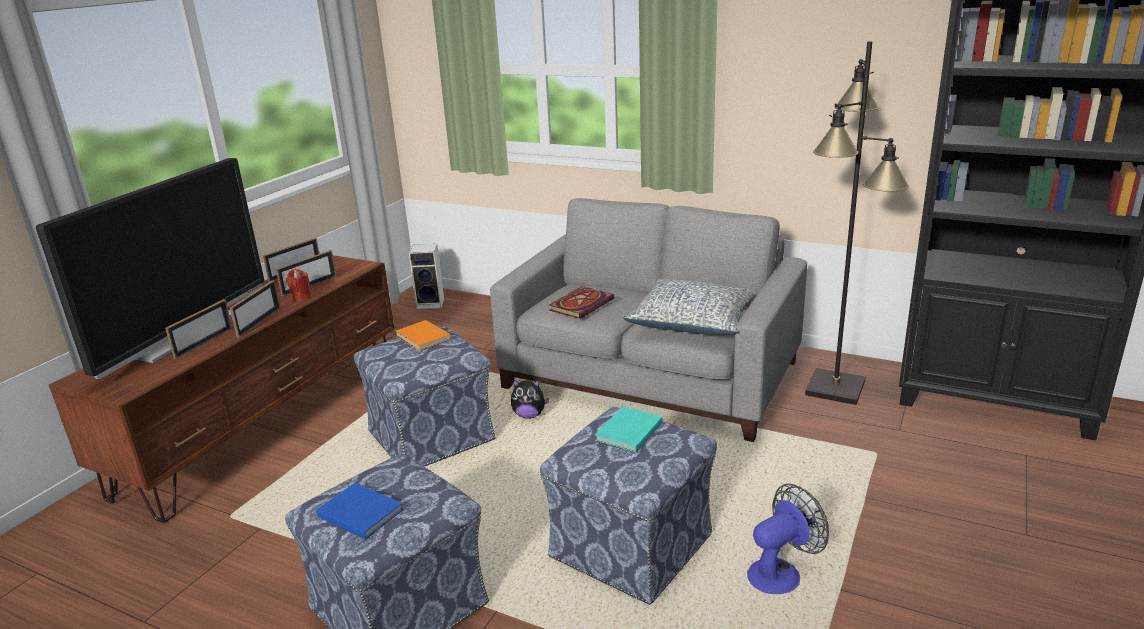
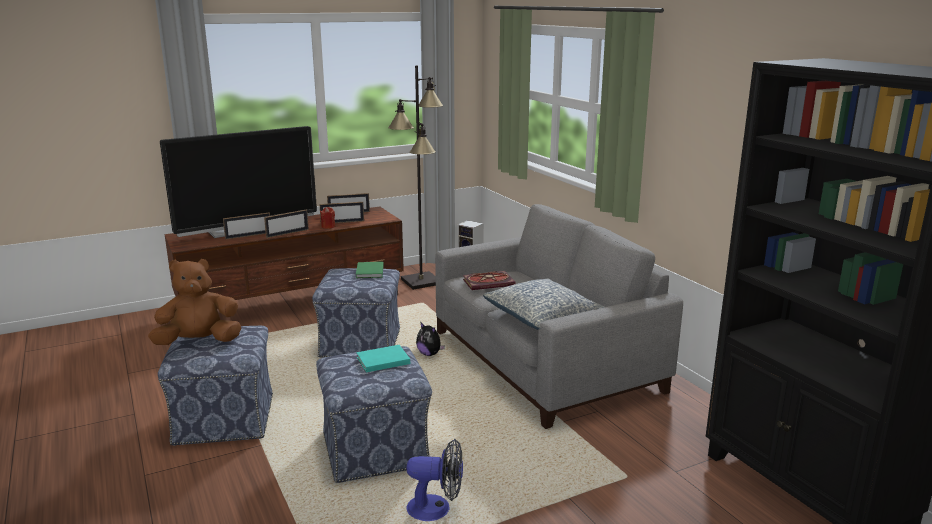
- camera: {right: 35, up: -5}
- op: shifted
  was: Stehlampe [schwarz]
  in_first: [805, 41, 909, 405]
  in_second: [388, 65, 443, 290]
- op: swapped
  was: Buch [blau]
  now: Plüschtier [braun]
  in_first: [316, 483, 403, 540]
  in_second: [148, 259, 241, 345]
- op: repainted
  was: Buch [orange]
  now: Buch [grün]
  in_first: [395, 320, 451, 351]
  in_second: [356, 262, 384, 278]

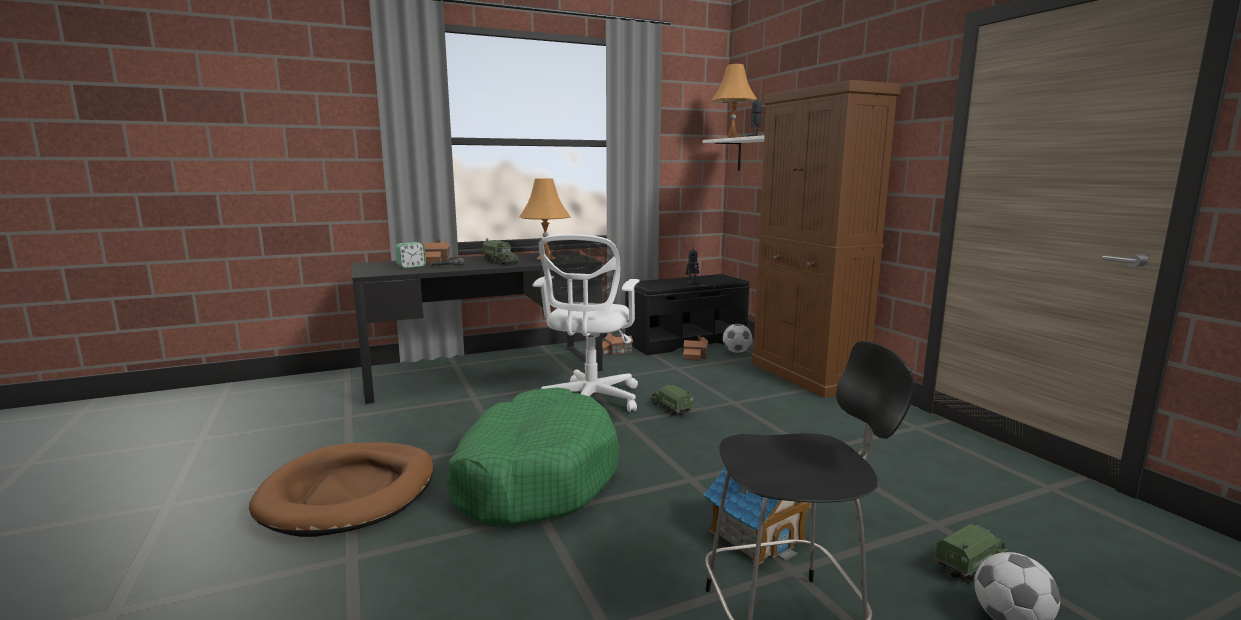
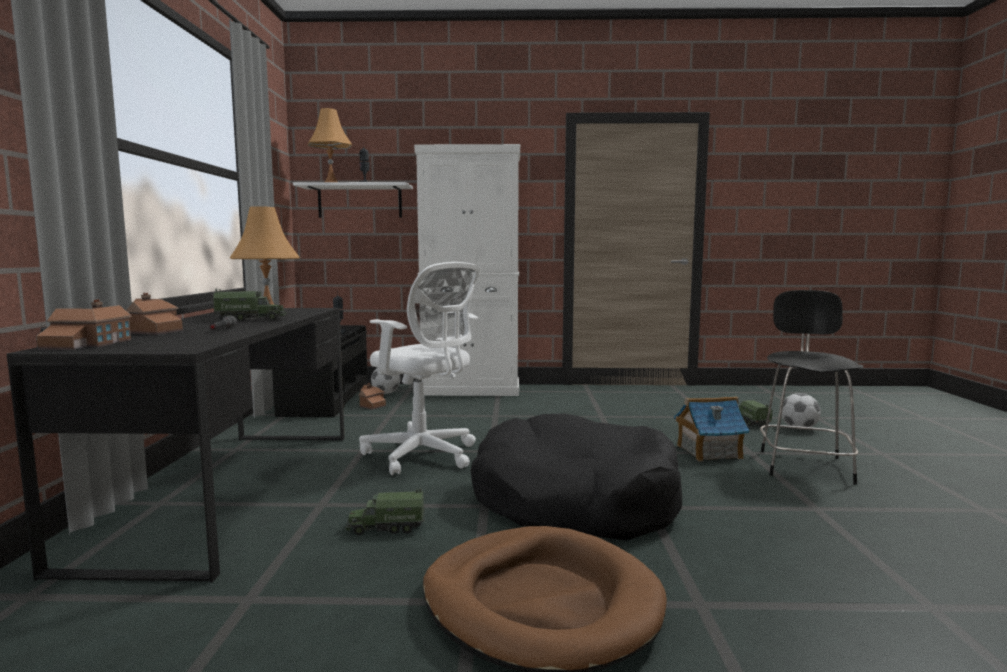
- camera: {right: -65, up: -5}
- op: gone
  was: Wecker
  in_first: [395, 242, 426, 268]
- op: shifted
  was: Spielzeughaus
  in_first: [602, 332, 633, 355]
  in_second: [36, 299, 132, 350]
- op: shifted
  was: Spielzeuglaster
  in_first: [650, 385, 694, 416]
  in_second: [345, 487, 425, 535]
- op: repainted
  was: Hundebett [grün]
  now: Hundebett [schwarz]
  in_first: [446, 387, 619, 527]
  in_second: [471, 413, 682, 541]
- op: repainted
  was: Schrank [braun]
  now: Schrank [weiß]
  in_first: [751, 80, 901, 398]
  in_second: [414, 144, 520, 396]

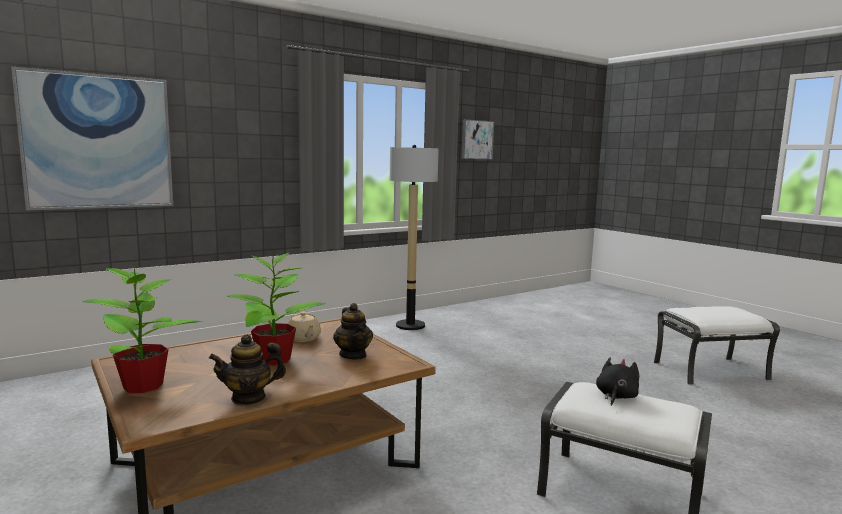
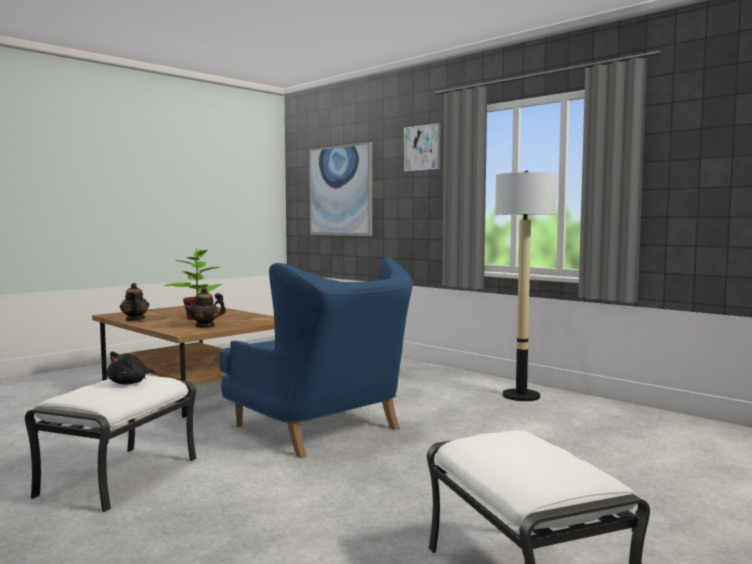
- camera: {right: 80, up: -5}
- op: gone
  was: Topfpflanze
  in_first: [82, 263, 202, 393]
- op: gone
  was: Teekanne [beige]
  in_first: [287, 312, 321, 342]
- op: new
  now: Sessel [blau]
  in_second: [219, 257, 413, 458]
- op: shifted
  was: Bild
  in_first: [461, 119, 494, 159]
  in_second: [404, 123, 441, 172]
- op: rotated
  was: Plüschtier [schwarz]
  in_first: [596, 358, 639, 406]
  in_second: [107, 351, 155, 384]
  clockwise: 105

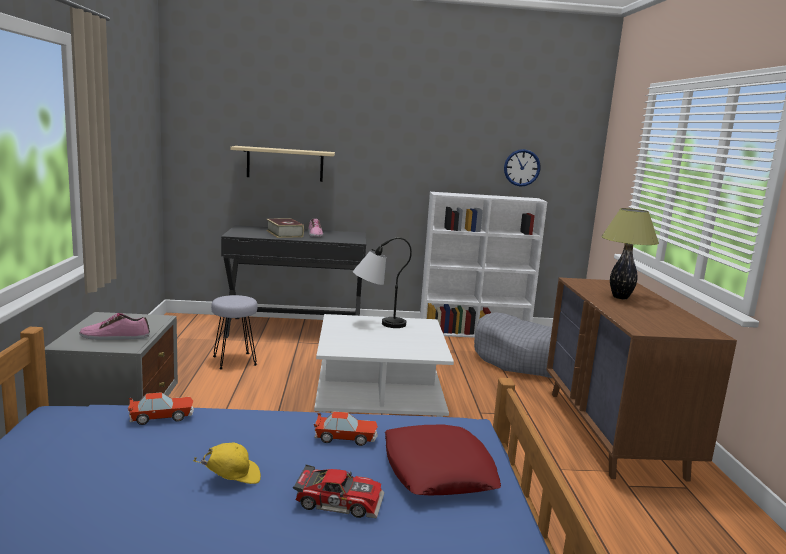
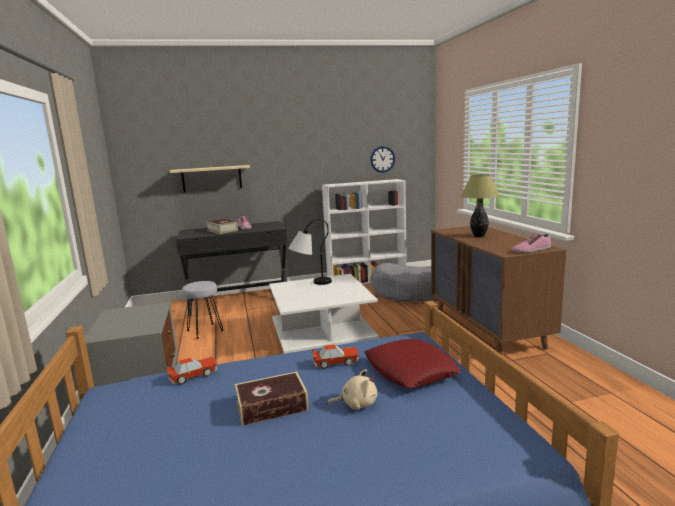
- camera: {right: -10, up: 0}
- op: shifted
  was: Schuh
  in_first: [80, 313, 150, 340]
  in_second: [512, 233, 551, 253]
- op: swapped
  was: Kappe [gelb]
  now: Buch
  in_first: [193, 442, 261, 484]
  in_second: [235, 372, 309, 426]
- op: swapped
  was: Spielzeugauto
  now: Plüschtier [beige]
  in_first: [293, 464, 385, 518]
  in_second: [327, 369, 377, 410]

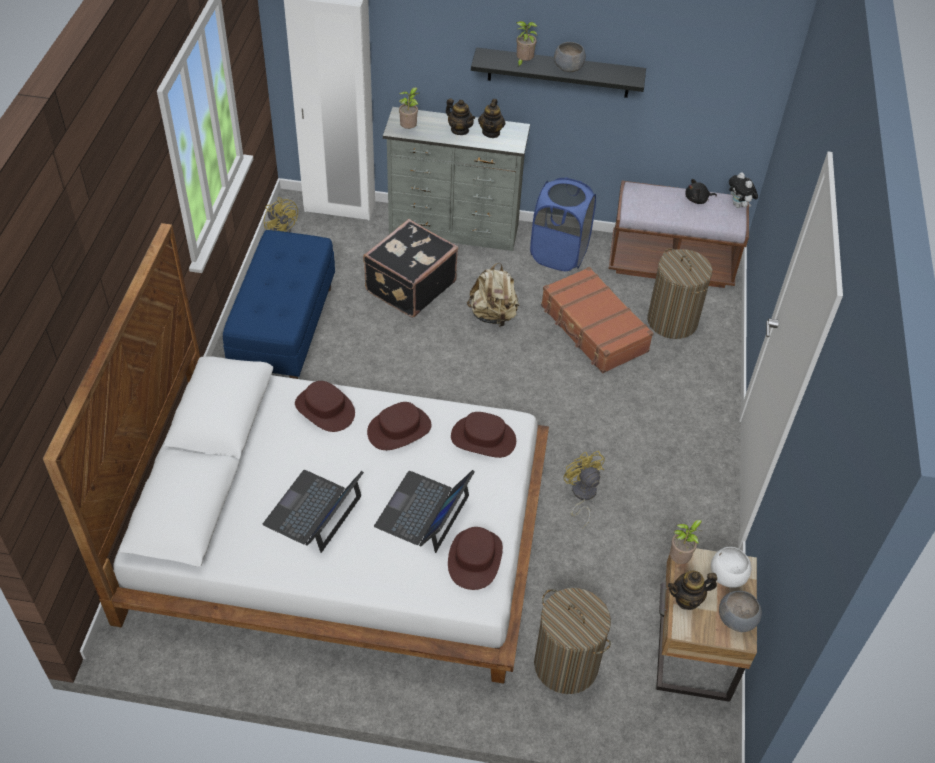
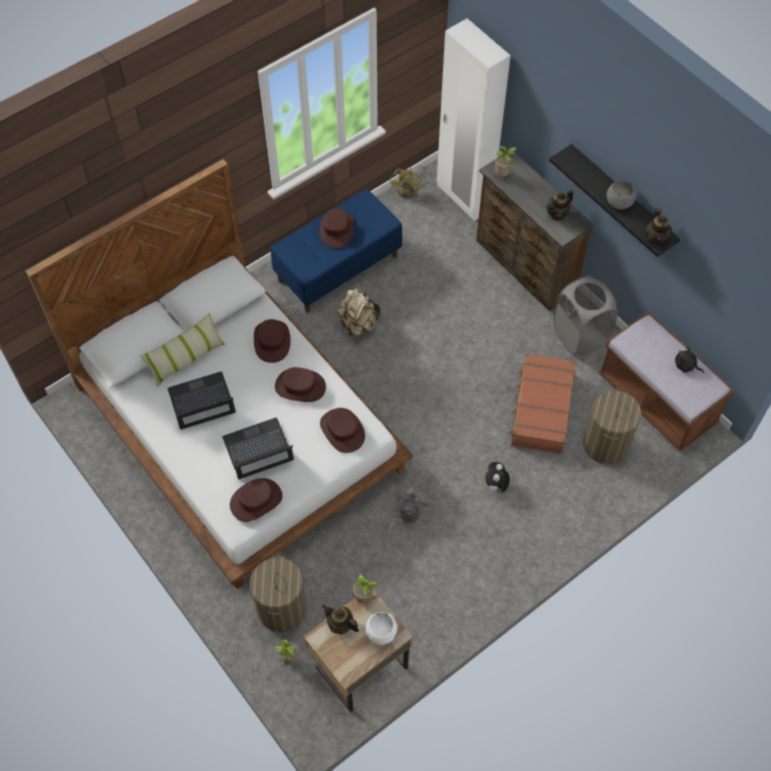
- camera: {right: 45, up: 10}
- op: gone
  was: Koffer [schwarz]
  in_first: [363, 219, 458, 318]
- op: gone
  was: Schüssel [grau]
  in_first: [719, 591, 762, 632]
- op: new
  now: Kissen
  in_second: [140, 314, 225, 387]
- op: new
  now: Hut [braun]
  in_second: [320, 208, 354, 248]
- op: shifted
  was: Teekanne
  in_first: [446, 98, 475, 135]
  in_second: [645, 208, 672, 245]
- op: shifted
  was: Rucksack [beige]
  in_first: [467, 263, 519, 326]
  in_second: [337, 289, 381, 336]
- op: shifted
  was: Topfpflanze
  in_first: [516, 21, 538, 68]
  in_second: [274, 639, 299, 665]
- op: shifted
  was: Plüschtier
  in_first: [729, 172, 758, 208]
  in_second: [485, 462, 510, 492]
- op: repainted
  was: Kommode [grau]
  now: Kommode [braun]
  in_first: [383, 107, 530, 251]
  in_second: [476, 153, 594, 311]
- op: repainted
  was: Wäschekorb [blau]
  now: Wäschekorb [grau]
  in_first: [530, 177, 596, 271]
  in_second: [553, 276, 618, 357]
- op: repainted
  was: Ventilator [gelb]
  now: Ventilator [grau]
  in_first: [563, 451, 605, 529]
  in_second: [381, 488, 430, 537]

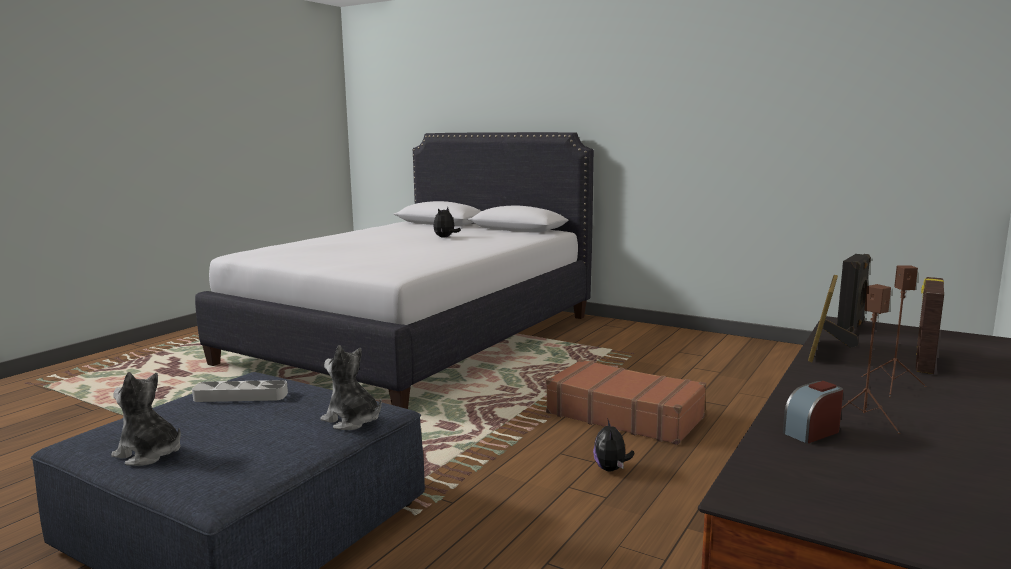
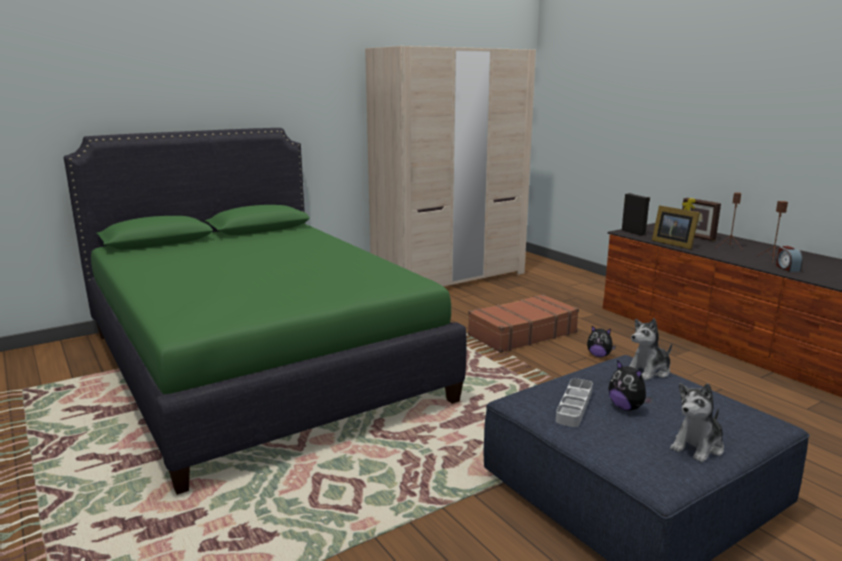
- camera: {right: -65, up: 5}
- op: new
  now: Kleiderschrank [beige]
  in_second: [365, 46, 536, 287]
- op: shifted
  was: Plüschtier
  in_first: [433, 207, 461, 238]
  in_second: [609, 360, 653, 411]
- op: repainted
  was: Bett [weiß]
  now: Bett [grün]
  in_first: [195, 132, 594, 409]
  in_second: [63, 128, 467, 495]

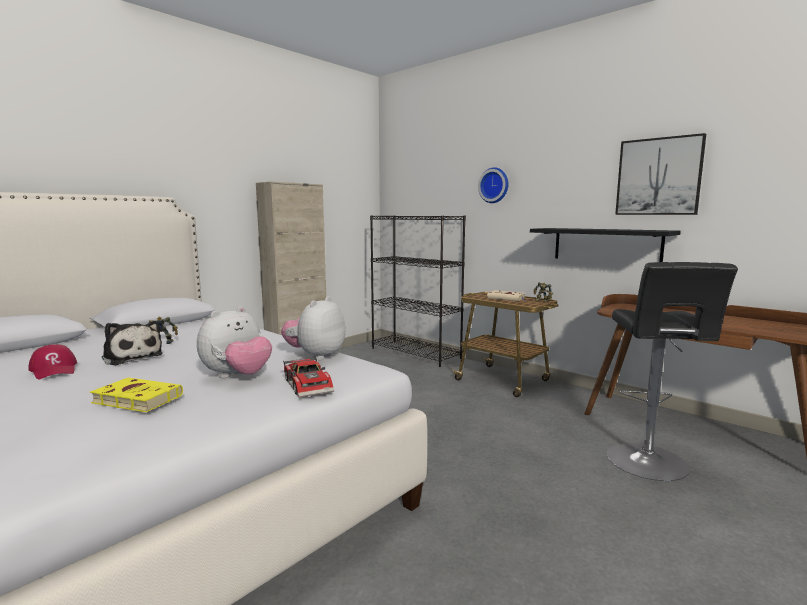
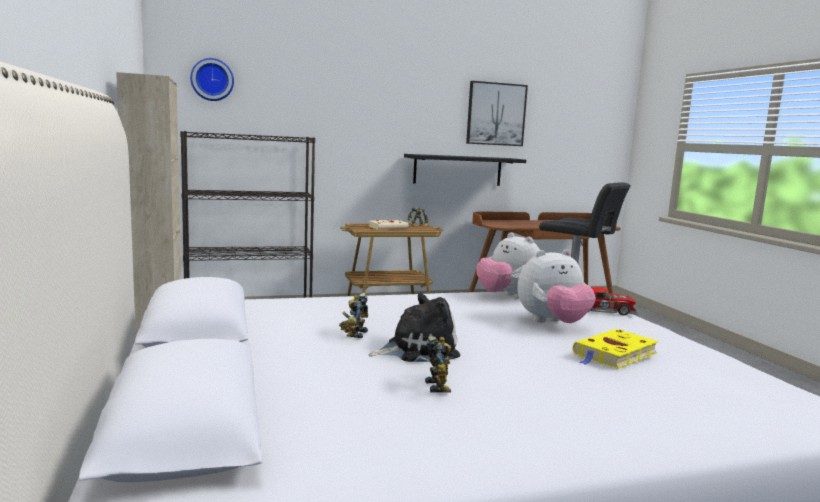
- camera: {right: -60, up: 0}
- op: shifted
  was: Wanduhr
  in_first: [478, 167, 508, 203]
  in_second: [190, 58, 234, 101]
- op: swapped
  was: Kappe [rot]
  now: Spielzeugroboter
  in_first: [28, 344, 77, 380]
  in_second: [425, 336, 452, 392]
- op: rotated
  was: Plüschtier
  in_first: [197, 306, 272, 378]
  in_second: [517, 249, 596, 323]
  clockwise: 90

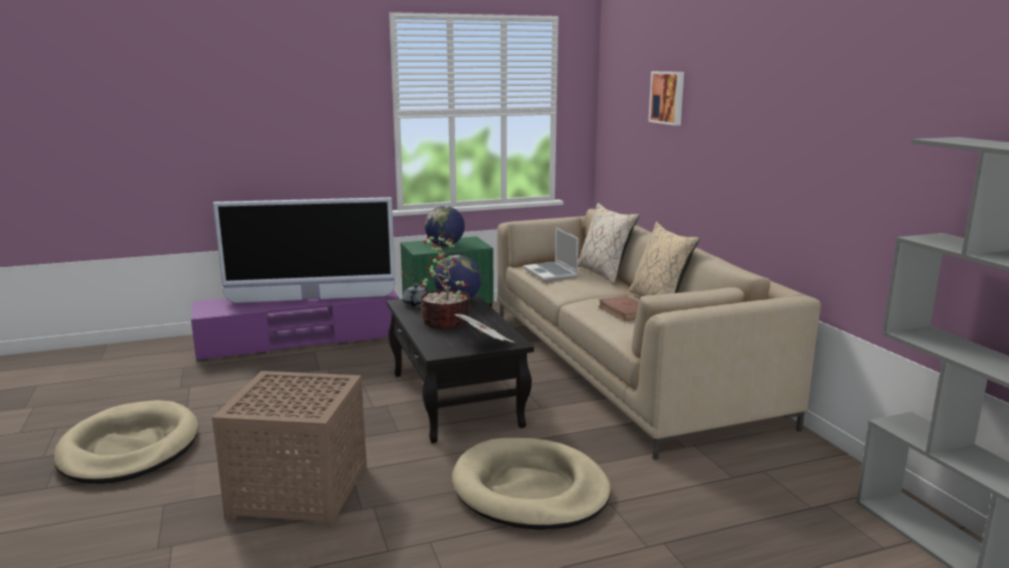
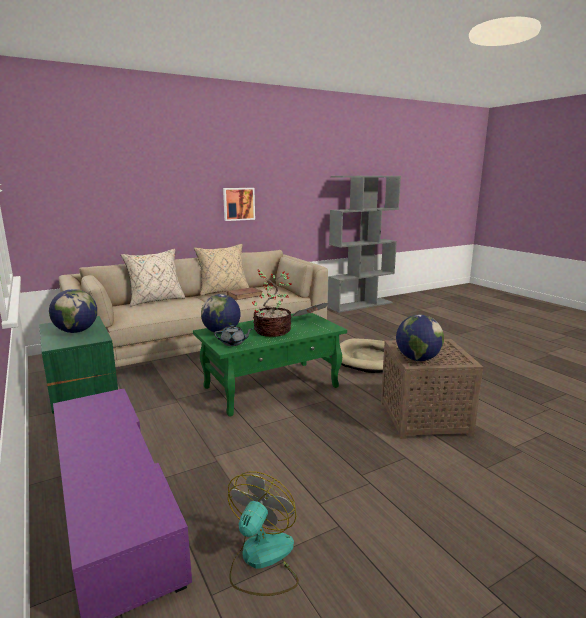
- camera: {right: -100, up: 0}
- op: gone
  was: Hundebett [beige]
  in_first: [54, 400, 199, 484]
- op: gone
  was: Fernseher
  in_first: [213, 197, 395, 303]
- op: gone
  was: Laptop
  in_first: [523, 228, 579, 281]
- op: new
  now: Ventilator
  in_second: [228, 471, 299, 596]
- op: new
  now: Globus
  in_second: [396, 315, 444, 361]
- op: shifted
  was: Bild
  in_first: [648, 71, 684, 126]
  in_second: [223, 188, 255, 221]
- op: repainted
  was: Couchtisch [schwarz]
  now: Couchtisch [grün]
  in_first: [386, 293, 534, 443]
  in_second: [193, 313, 347, 417]

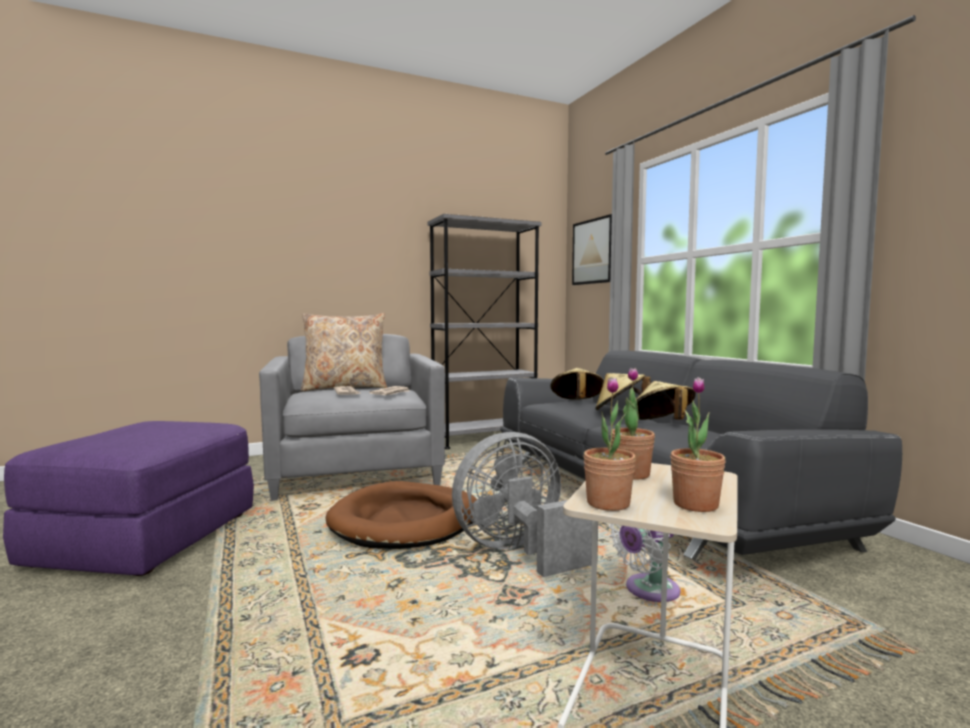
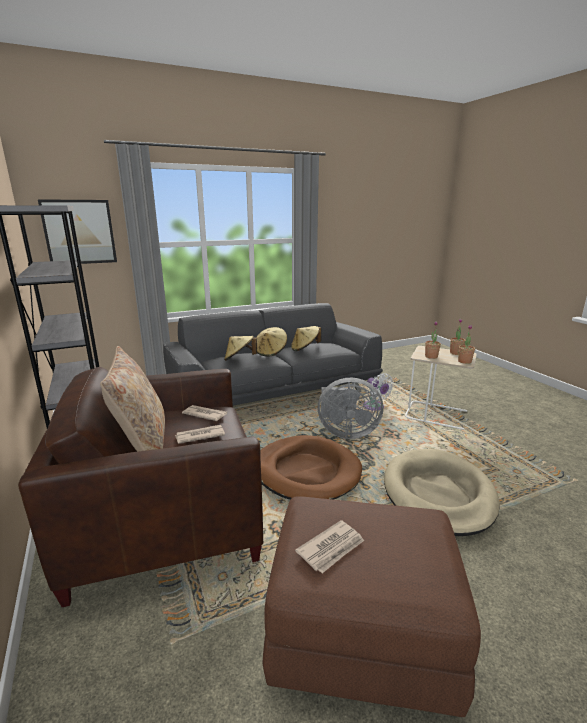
- camera: {right: -90, up: 15}
- op: new
  now: Zeitung
  in_second: [295, 520, 364, 573]
- op: new
  now: Hundebett [beige]
  in_second: [384, 449, 500, 536]
- op: repainted
  was: Polsterhocker [lila]
  now: Polsterhocker [braun]
  in_first: [3, 421, 254, 576]
  in_second: [263, 496, 481, 717]
- op: repainted
  was: Sessel [grau]
  now: Sessel [braun]
  in_first: [259, 334, 445, 501]
  in_second: [18, 367, 263, 607]
- op: rotated
  was: Ventilator [grau]
  in_first: [452, 432, 598, 577]
  in_second: [318, 378, 383, 439]
  clockwise: -60

